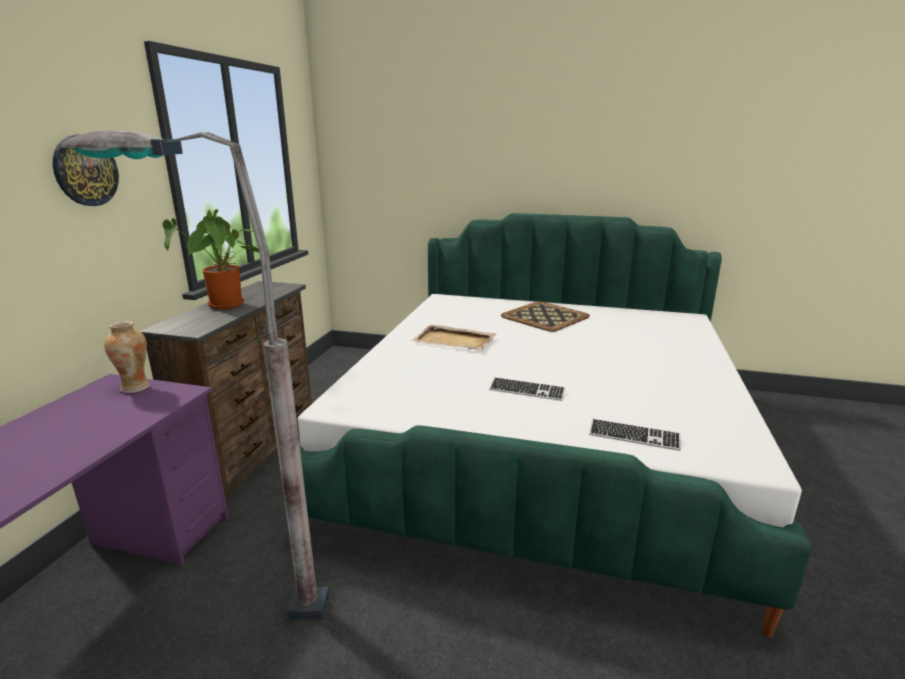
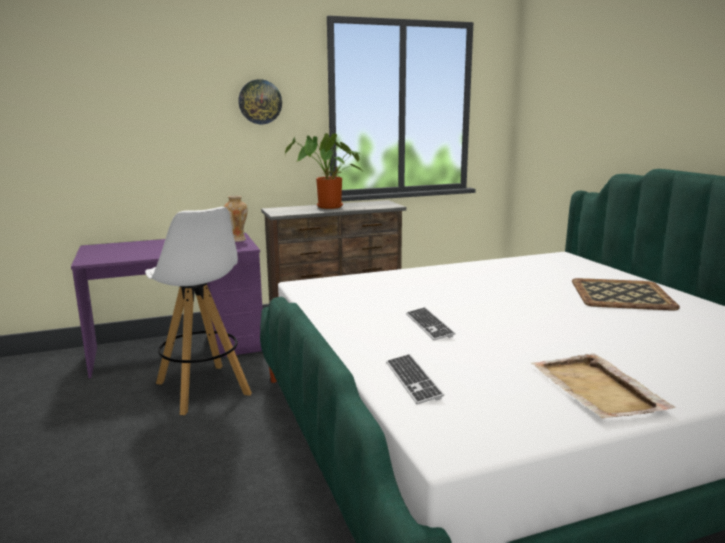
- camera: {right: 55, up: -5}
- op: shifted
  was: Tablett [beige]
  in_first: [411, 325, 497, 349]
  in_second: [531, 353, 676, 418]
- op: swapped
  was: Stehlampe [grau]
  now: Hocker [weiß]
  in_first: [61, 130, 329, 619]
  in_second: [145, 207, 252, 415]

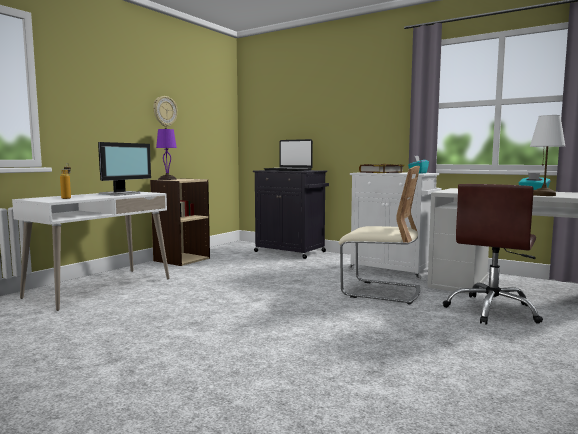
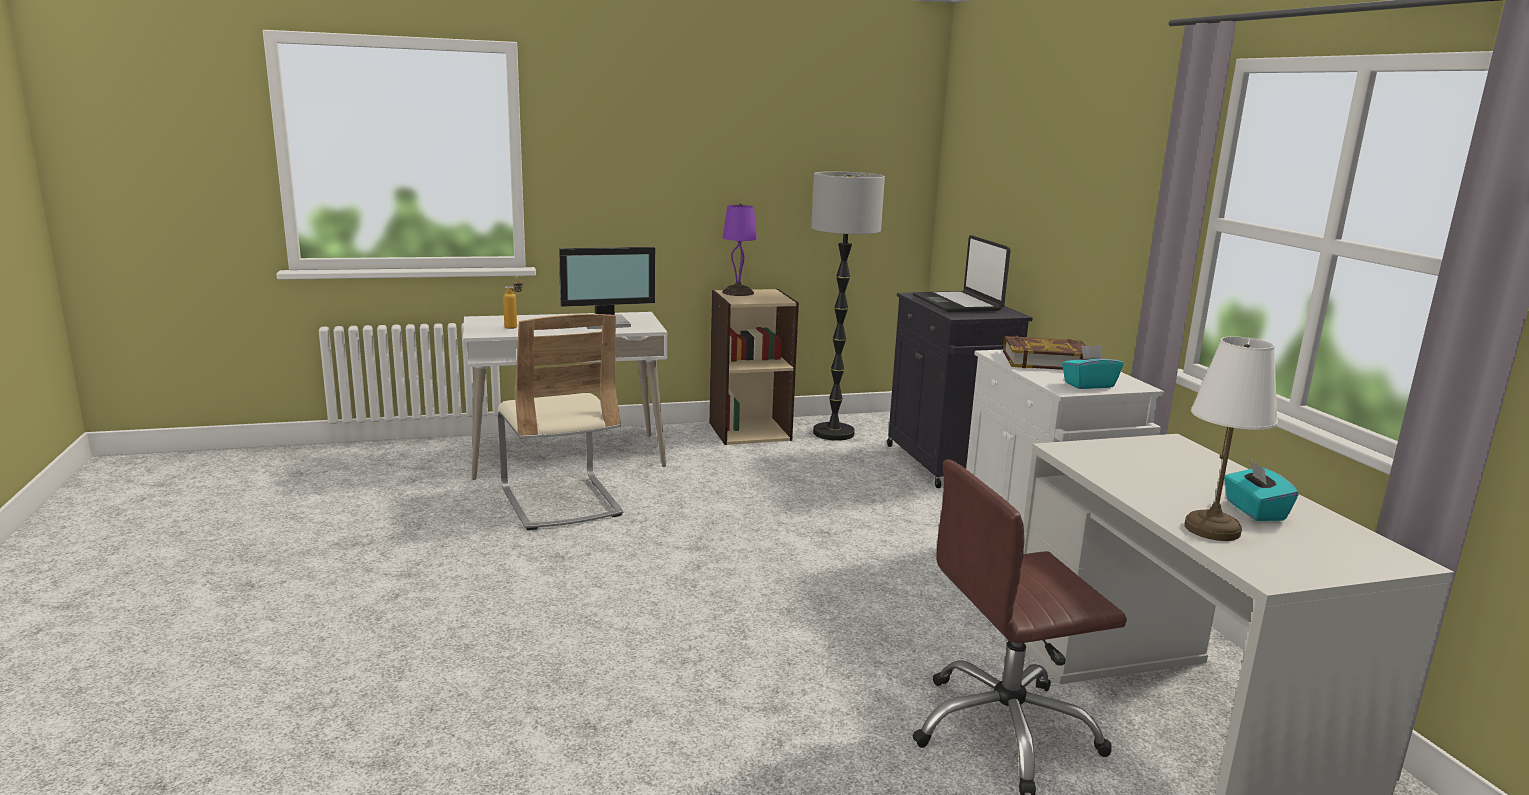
- camera: {right: 40, up: 10}
- op: gone
  was: Wanduhr
  in_first: [153, 96, 178, 127]
- op: new
  now: Stehlampe
  in_second: [811, 171, 885, 441]
- op: shifted
  was: Stuhl [beige]
  in_first: [338, 166, 420, 304]
  in_second: [497, 314, 624, 530]

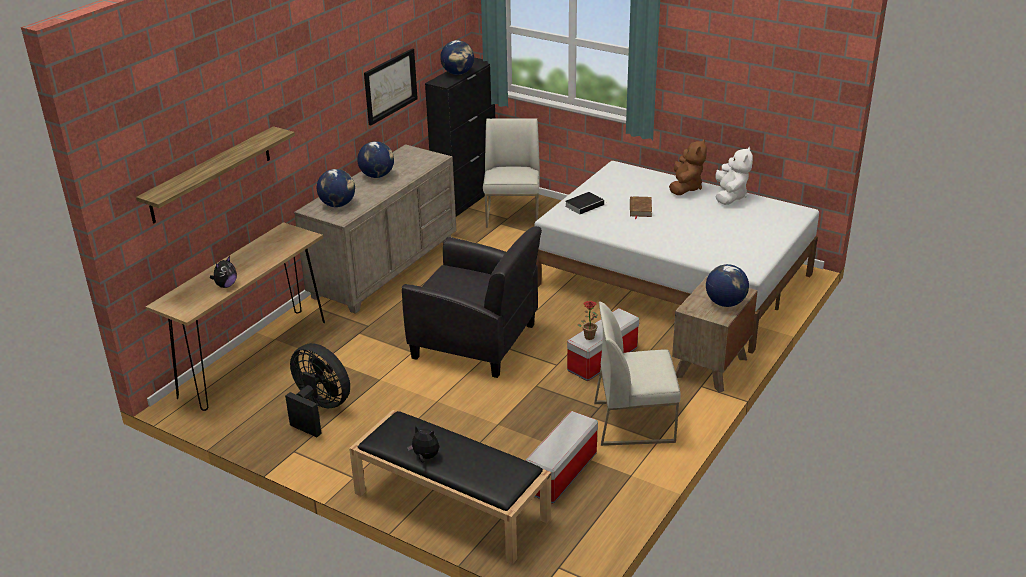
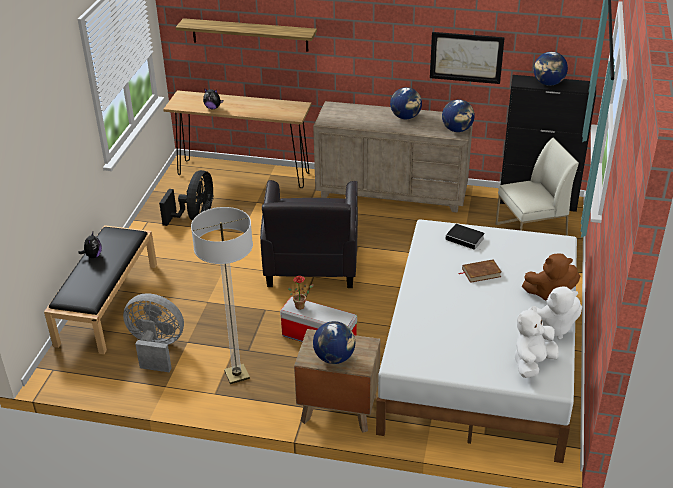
- camera: {right: 70, up: 5}
- op: new
  now: Plüschtier [weiß]
  in_second: [515, 306, 559, 378]
- op: shifted
  was: Globus
  in_first: [317, 169, 355, 207]
  in_second: [442, 99, 475, 132]
- op: swapped
  was: Aufbewahrungsbox
  now: Ventilator [grau]
  in_first: [525, 411, 598, 504]
  in_second: [123, 293, 184, 373]
- op: swapped
  was: Stuhl [weiß]
  now: Stehlampe
  in_first: [594, 301, 681, 446]
  in_second: [191, 207, 253, 384]

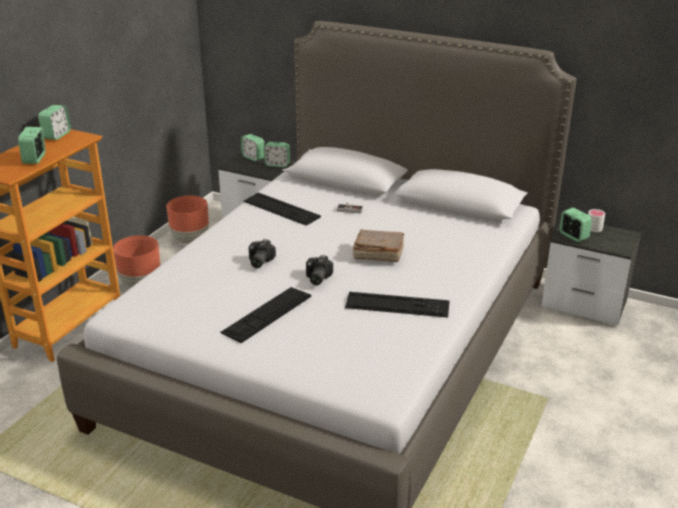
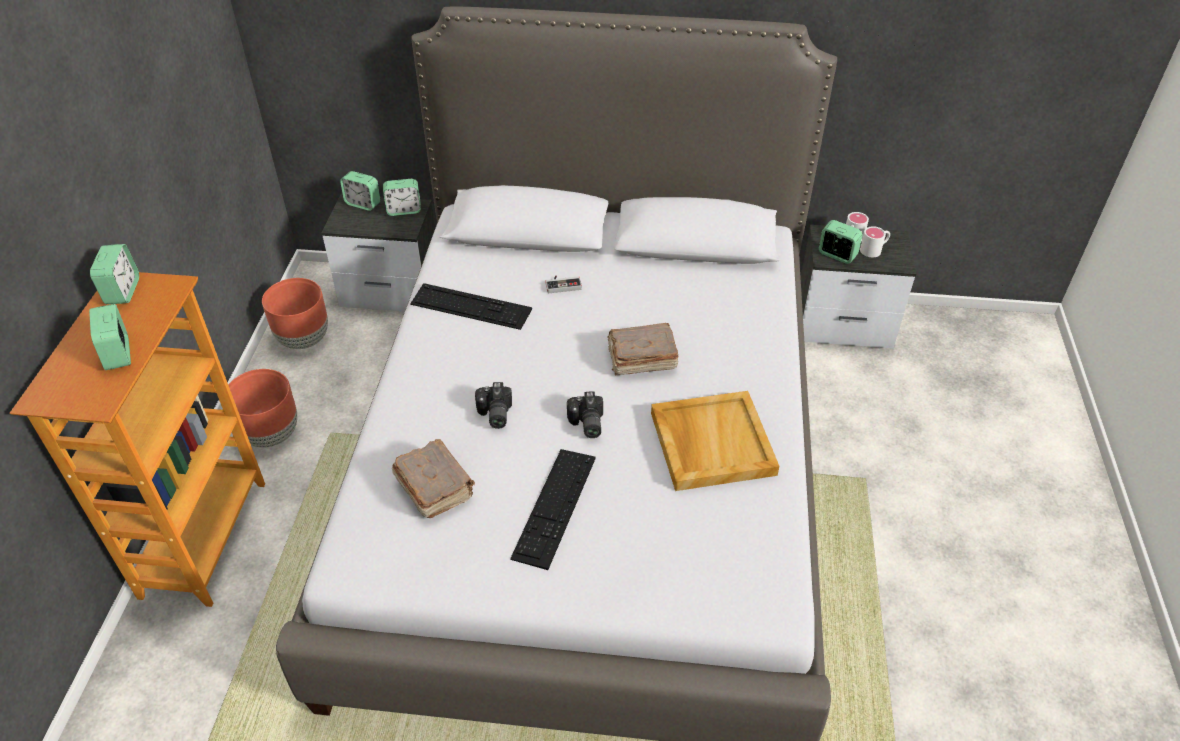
- camera: {right: -20, up: 15}
- op: new
  now: Buch [braun]
  in_second: [392, 439, 475, 518]
- op: new
  now: Henkelbecher [weiß]
  in_second: [860, 226, 890, 257]
- op: swapped
  was: Tastatur
  now: Tablett [beige]
  in_first: [345, 292, 450, 318]
  in_second: [651, 391, 780, 491]

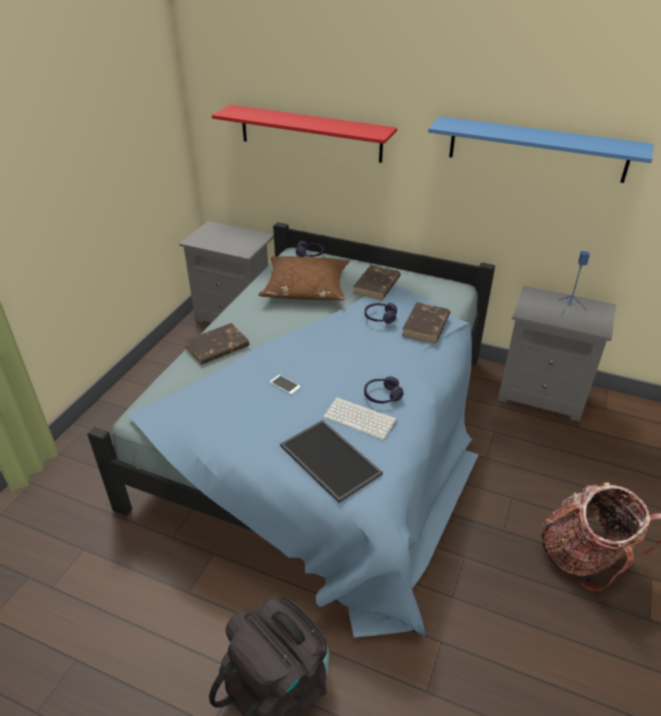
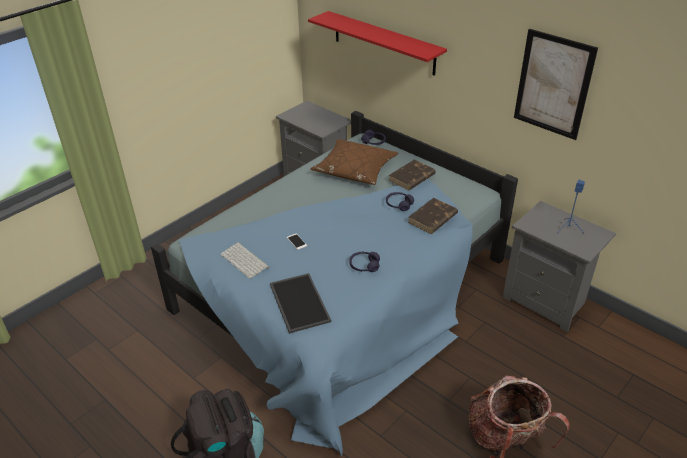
- camera: {right: 20, up: 0}
- op: gone
  was: Buch [braun]
  in_first: [184, 323, 249, 365]
- op: shifted
  was: Tastatur
  in_first: [323, 397, 397, 440]
  in_second: [220, 242, 269, 279]
- op: swapped
  was: Wandregal [blau]
  now: Bild
  in_first: [428, 116, 653, 183]
  in_second: [514, 29, 598, 140]

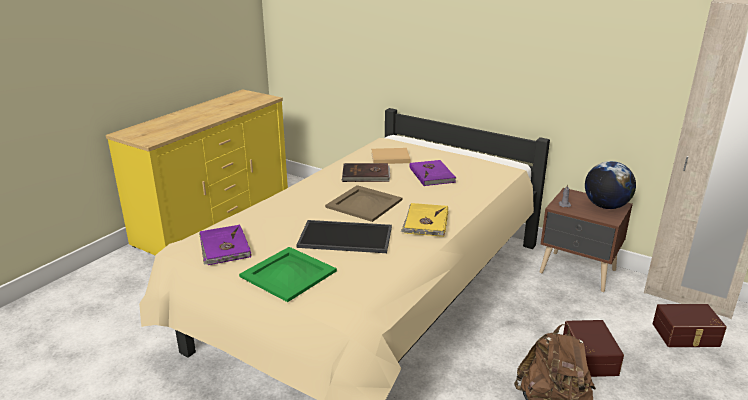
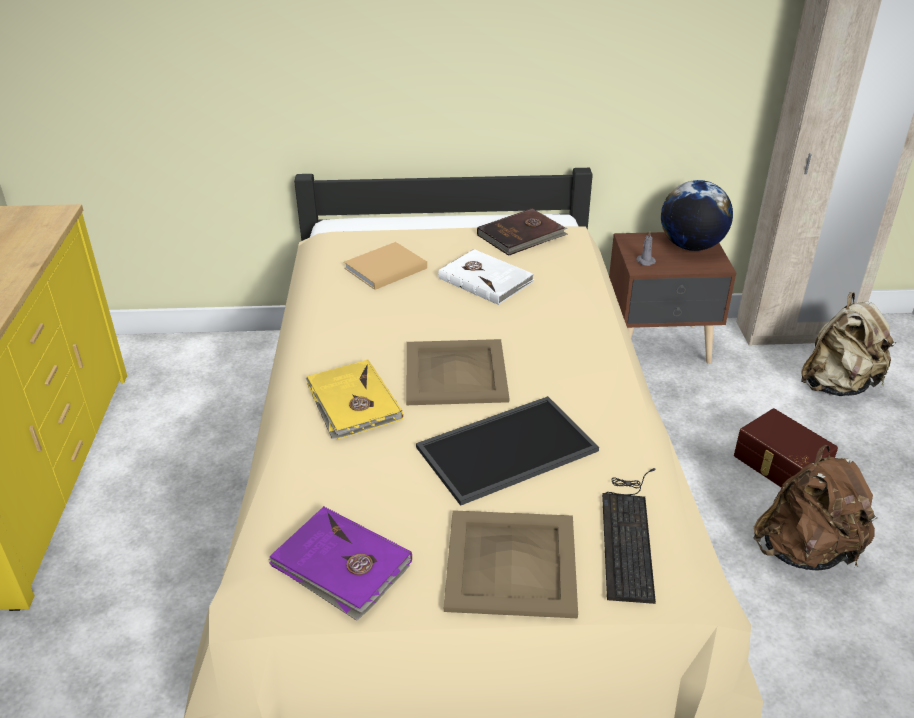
- camera: {right: -35, up: 10}
- op: new
  now: Tastatur
  in_second: [602, 468, 656, 604]
- op: shifted
  was: Buch [braun]
  in_first: [341, 163, 390, 182]
  in_second: [477, 208, 568, 256]
- op: shifted
  was: Buch [gelb]
  in_first: [401, 203, 448, 237]
  in_second: [306, 359, 403, 439]
- op: swapped
  was: Aufbewahrungsbox [braun]
  now: Rucksack [beige]
  in_first: [653, 304, 727, 347]
  in_second: [801, 292, 896, 396]
- op: repainted
  was: Tablett [grün]
  now: Tablett [beige]
  in_first: [239, 247, 337, 302]
  in_second: [444, 510, 578, 618]
- op: repainted
  was: Buch [lila]
  now: Buch [weiß]
  in_first: [409, 160, 456, 186]
  in_second: [438, 249, 534, 305]

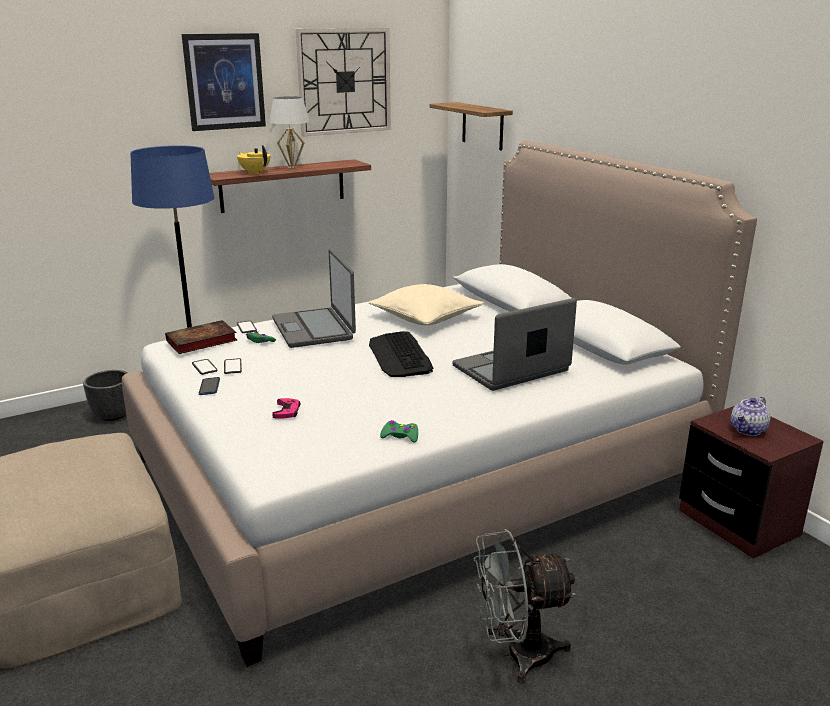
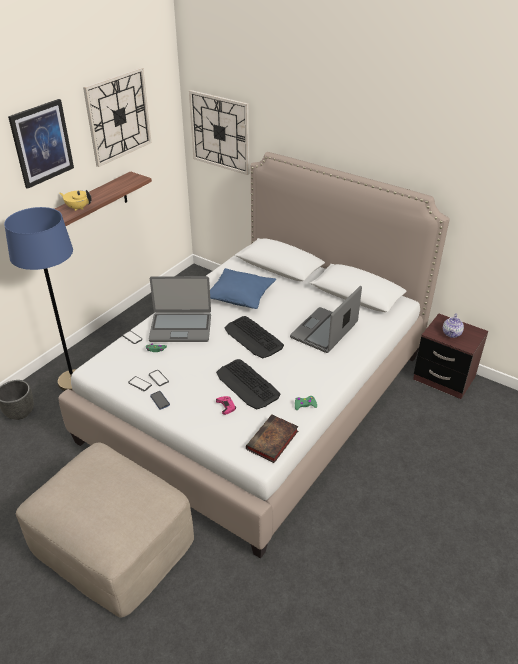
- camera: {right: -25, up: 15}
- op: gone
  was: Tischlampe [weiß]
  in_first: [269, 96, 310, 169]
- op: gone
  was: Ventilator [grau]
  in_first: [473, 529, 576, 684]
- op: new
  now: Tastatur
  in_second: [216, 359, 281, 409]
- op: shifted
  was: Buch
  in_first: [165, 320, 237, 354]
  in_second: [246, 415, 299, 463]
- op: swapped
  was: Wandregal
  now: Wanduhr
  in_first: [430, 102, 513, 150]
  in_second: [189, 90, 249, 175]
- op: repainted
  was: Kissen [beige]
  now: Kissen [blau]
  in_first: [369, 284, 484, 325]
  in_second: [210, 268, 276, 309]
- op: rotated
  was: Laptop
  in_first: [272, 249, 356, 348]
  in_second: [149, 276, 211, 342]
  clockwise: -45

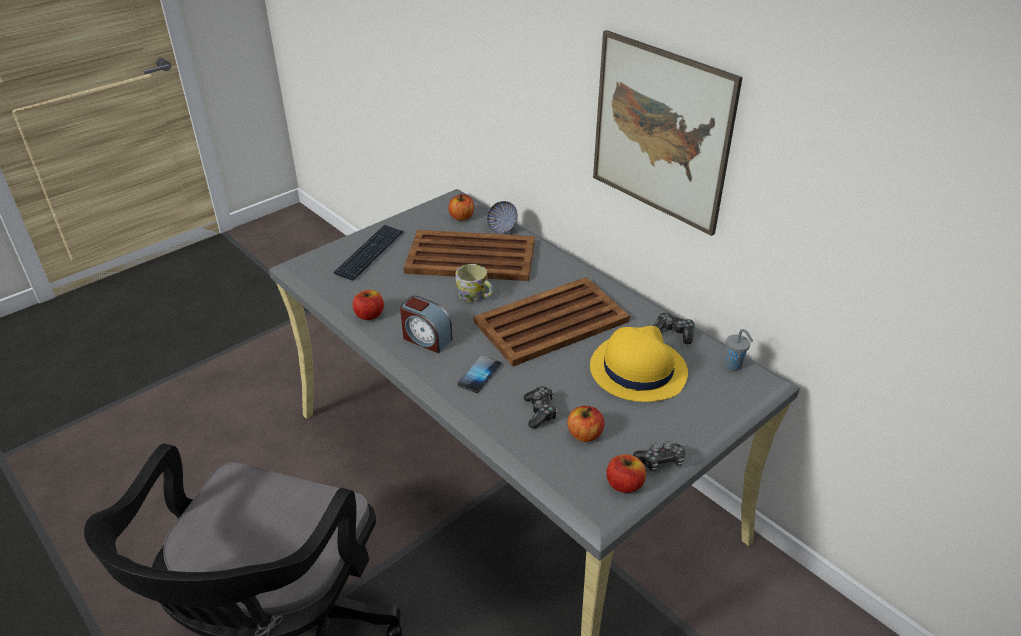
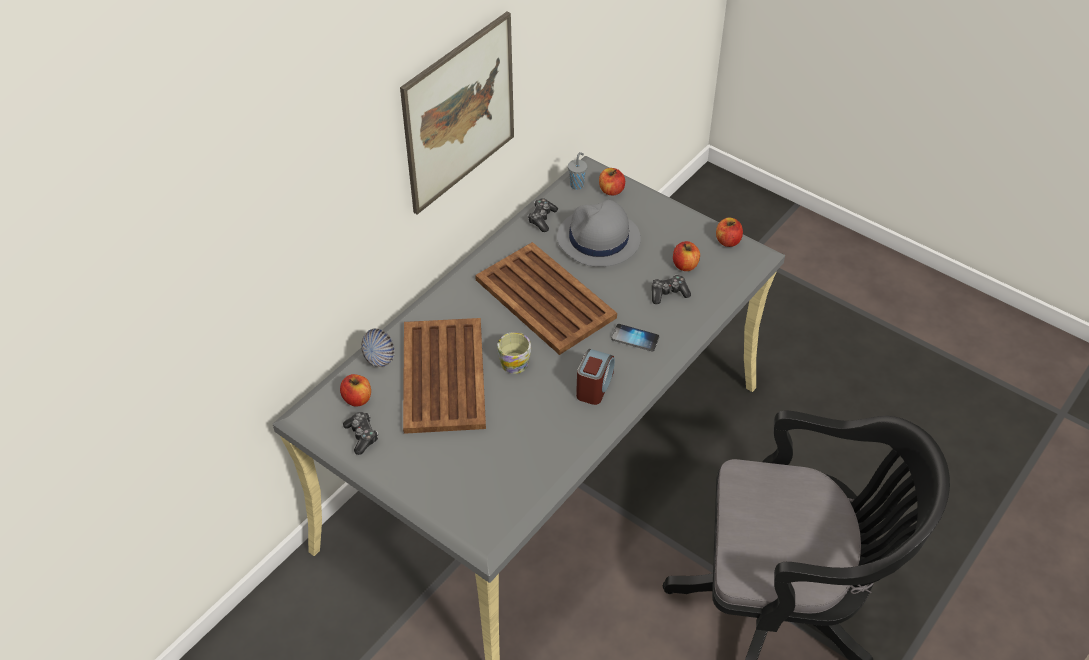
- camera: {right: -100, up: 10}
- op: gone
  was: Tastatur
  in_first: [334, 225, 404, 281]
- op: shifted
  was: Apfel
  in_first: [353, 290, 384, 320]
  in_second: [599, 168, 625, 196]
- op: shifted
  was: Gamepad
  in_first: [633, 441, 685, 472]
  in_second: [343, 412, 378, 455]
- op: repainted
  was: Hut [gelb]
  now: Hut [grau]
  in_first: [590, 326, 688, 402]
  in_second: [557, 200, 641, 267]

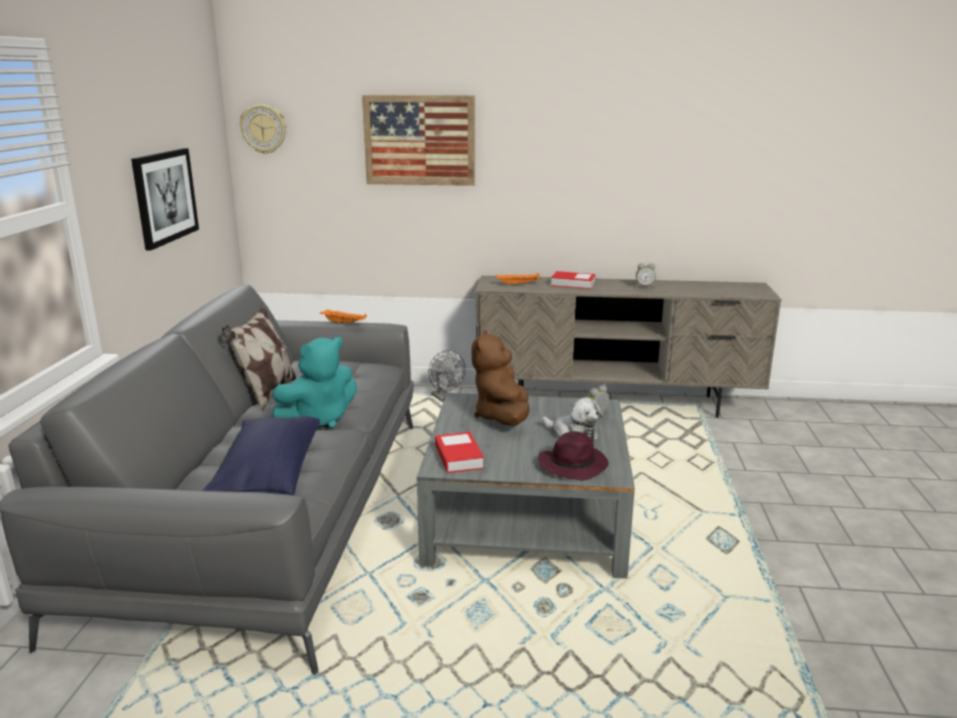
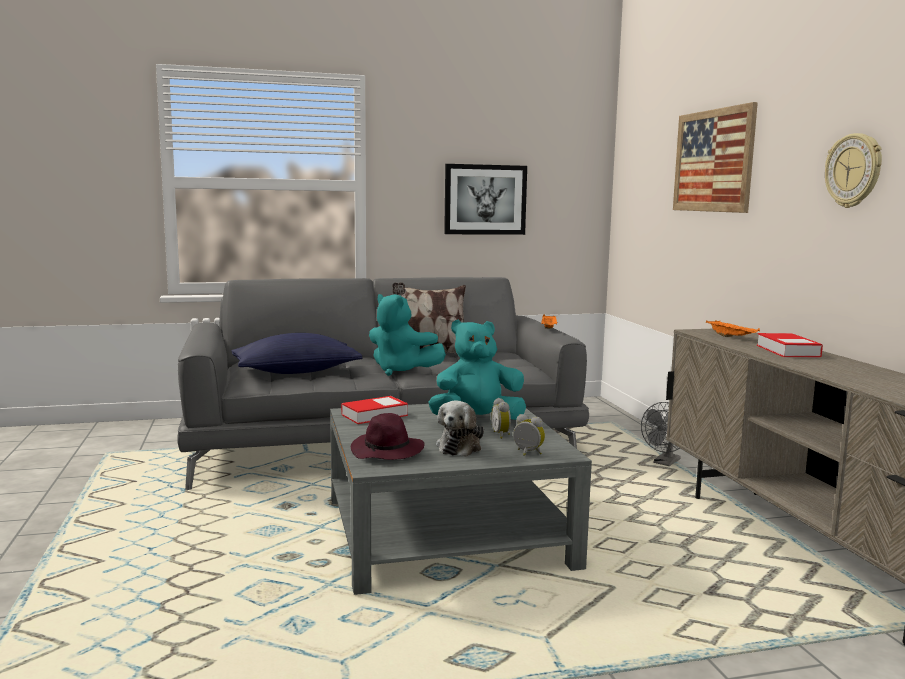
- camera: {right: 70, up: -10}
- op: shifted
  was: Wanduhr
  in_first: [240, 104, 286, 154]
  in_second: [825, 133, 882, 208]
- op: shifted
  was: Wecker
  in_first: [636, 263, 656, 288]
  in_second: [491, 398, 511, 439]
- op: repainted
  was: Plüschtier [braun]
  now: Plüschtier [türkis]
  in_first: [471, 330, 530, 426]
  in_second: [428, 320, 526, 420]

